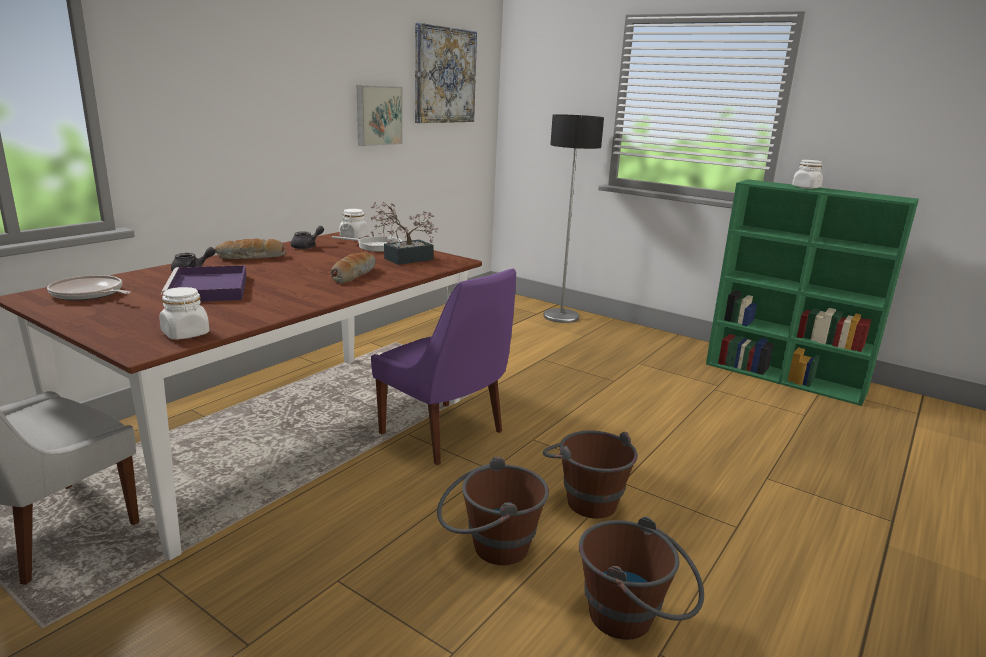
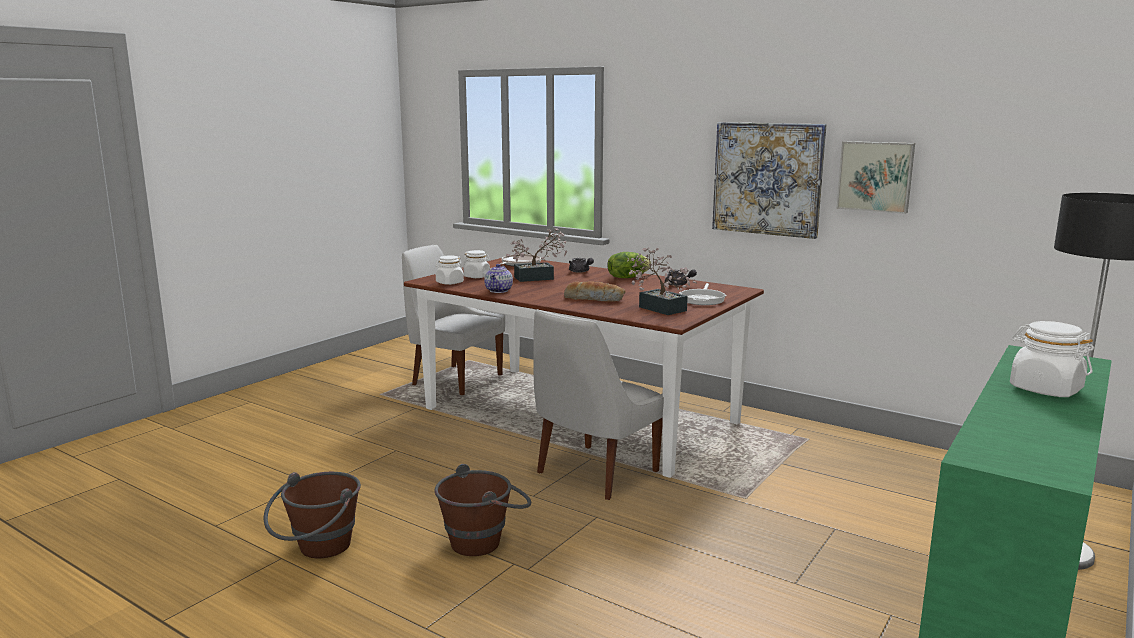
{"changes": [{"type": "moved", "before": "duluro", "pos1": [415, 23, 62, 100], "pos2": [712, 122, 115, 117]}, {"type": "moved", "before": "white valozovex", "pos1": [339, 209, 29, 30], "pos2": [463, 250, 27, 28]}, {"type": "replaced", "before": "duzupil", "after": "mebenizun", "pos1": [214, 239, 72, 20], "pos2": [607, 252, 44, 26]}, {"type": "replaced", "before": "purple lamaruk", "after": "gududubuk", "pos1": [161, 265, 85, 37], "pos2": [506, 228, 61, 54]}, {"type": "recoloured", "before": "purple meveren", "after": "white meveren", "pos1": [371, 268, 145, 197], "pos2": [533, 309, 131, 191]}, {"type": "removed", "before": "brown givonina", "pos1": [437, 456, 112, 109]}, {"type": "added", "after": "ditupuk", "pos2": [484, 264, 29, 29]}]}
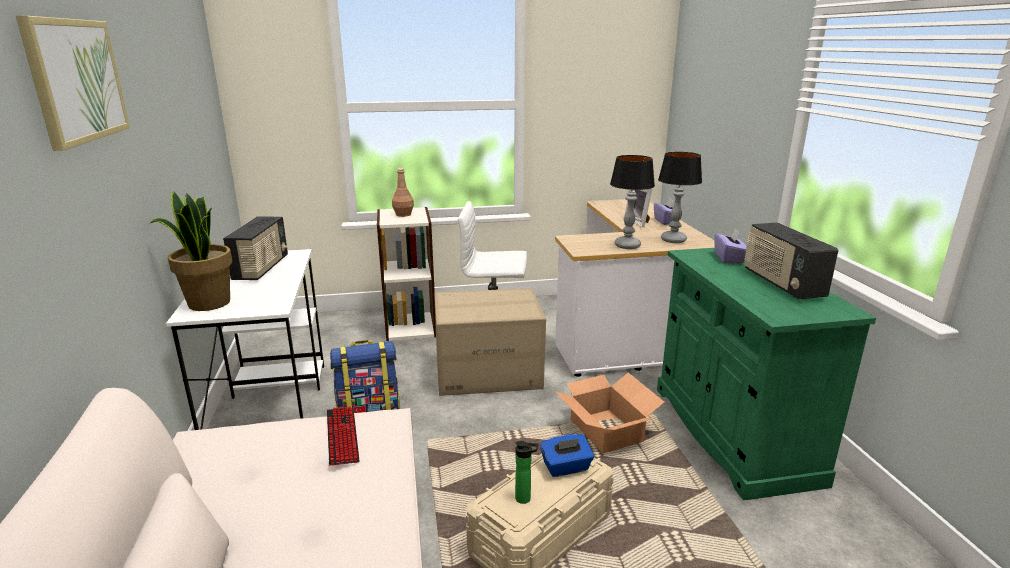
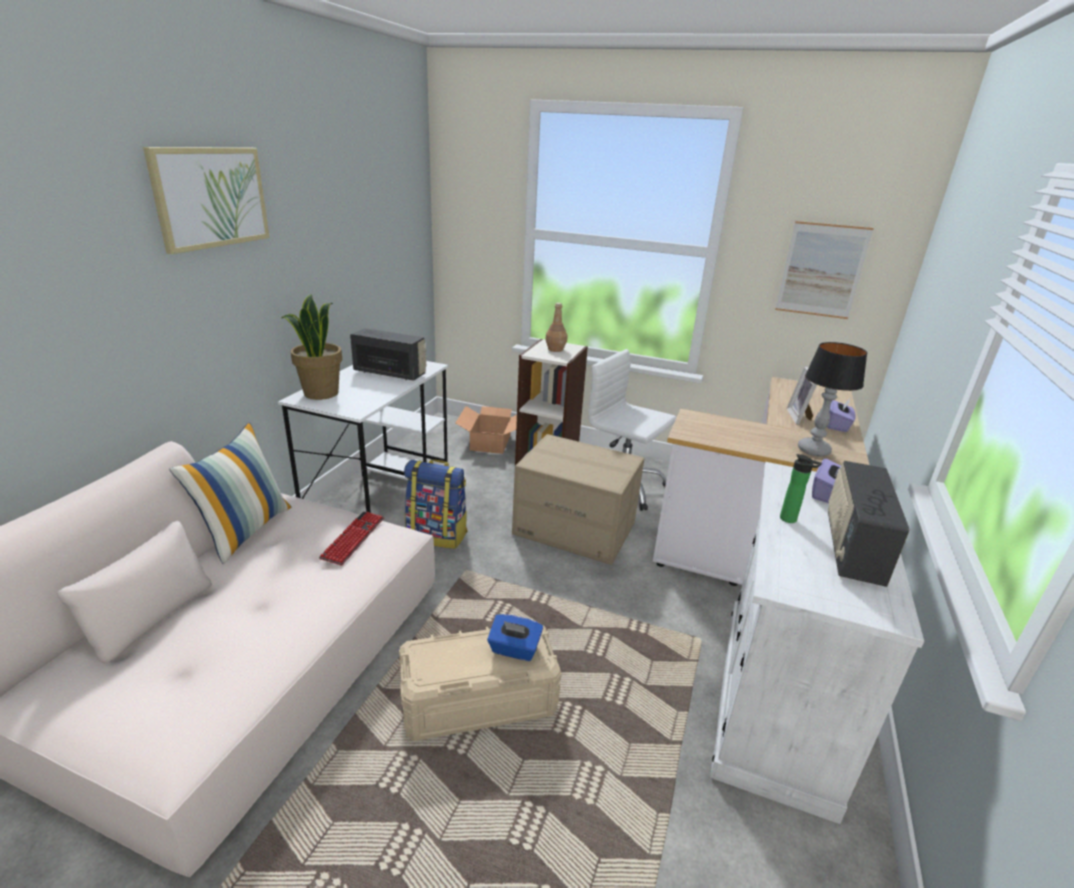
{"changes": [{"type": "removed", "before": "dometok", "pos1": [610, 155, 45, 94]}, {"type": "turned", "before": "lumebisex", "pos1": [223, 216, 65, 64], "pos2": [350, 328, 77, 53], "turn": -105}, {"type": "recoloured", "before": "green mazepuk", "after": "white mazepuk", "pos1": [657, 248, 219, 252], "pos2": [710, 462, 214, 362]}, {"type": "moved", "before": "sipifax", "pos1": [555, 373, 109, 81], "pos2": [456, 406, 61, 48]}, {"type": "moved", "before": "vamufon", "pos1": [515, 441, 23, 63], "pos2": [780, 454, 42, 69]}, {"type": "added", "after": "duluro", "pos2": [775, 221, 99, 98]}, {"type": "added", "after": "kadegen", "pos2": [170, 422, 121, 142]}]}
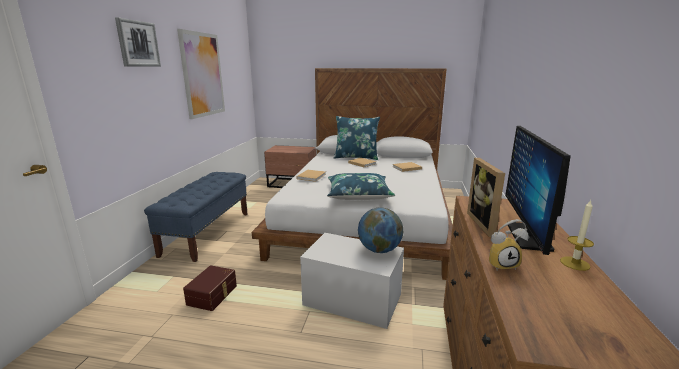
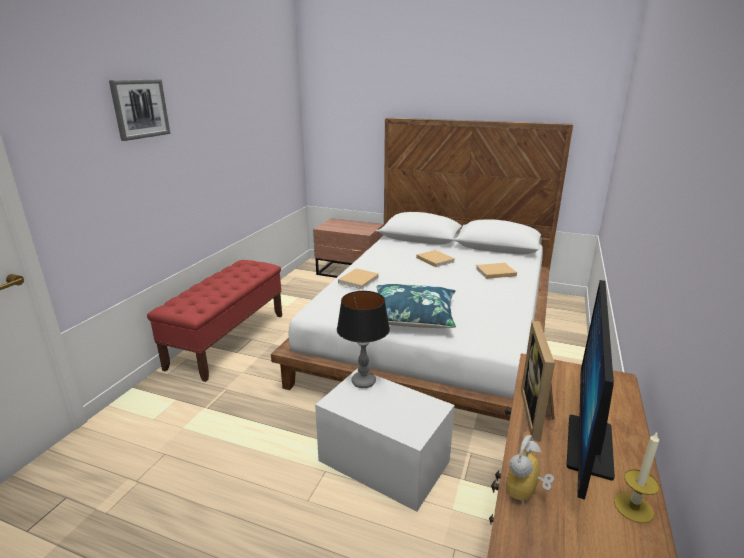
{"changes": [{"type": "removed", "before": "duluro", "pos1": [177, 29, 48, 90]}, {"type": "removed", "before": "blue kadegen", "pos1": [334, 116, 46, 44]}, {"type": "recoloured", "before": "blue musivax", "after": "red musivax", "pos1": [144, 172, 104, 90], "pos2": [147, 260, 135, 122]}, {"type": "removed", "before": "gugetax", "pos1": [358, 207, 45, 46]}, {"type": "turned", "before": "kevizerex", "pos1": [489, 219, 40, 52], "pos2": [506, 435, 48, 71], "turn": 120}, {"type": "removed", "before": "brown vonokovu", "pos1": [183, 265, 54, 46]}, {"type": "added", "after": "dometok", "pos2": [337, 291, 53, 97]}]}
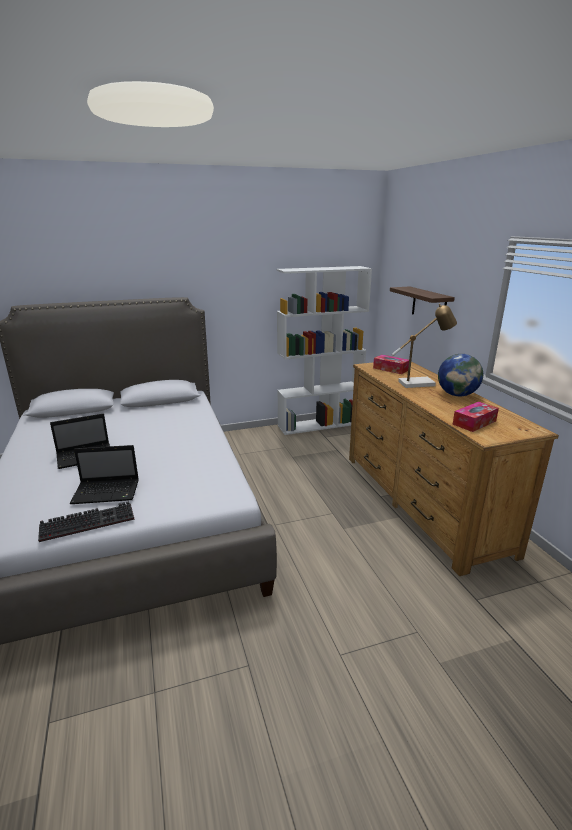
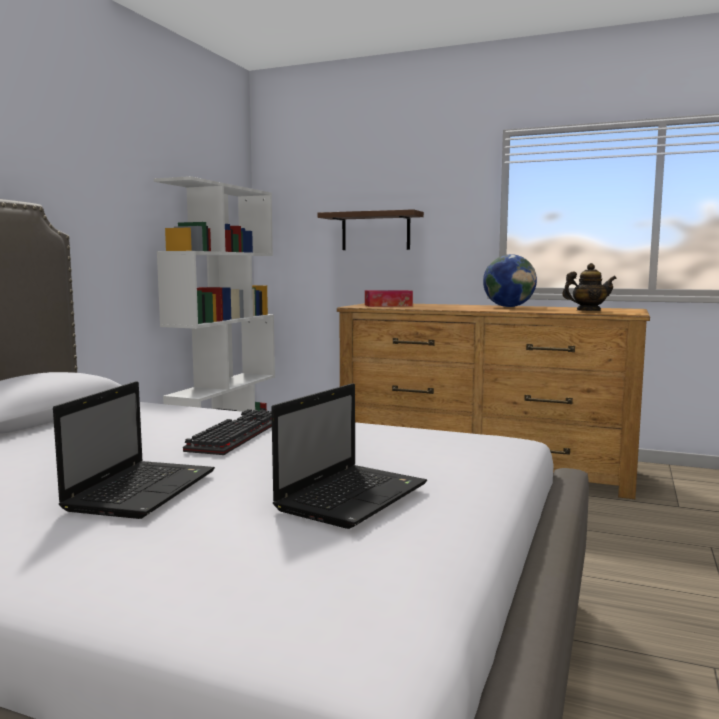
{"changes": [{"type": "removed", "before": "dometok", "pos1": [392, 304, 65, 84]}, {"type": "replaced", "before": "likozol", "after": "ditupuk", "pos1": [453, 402, 46, 30], "pos2": [562, 263, 55, 48]}, {"type": "moved", "before": "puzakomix", "pos1": [38, 501, 96, 41], "pos2": [183, 409, 89, 46]}]}
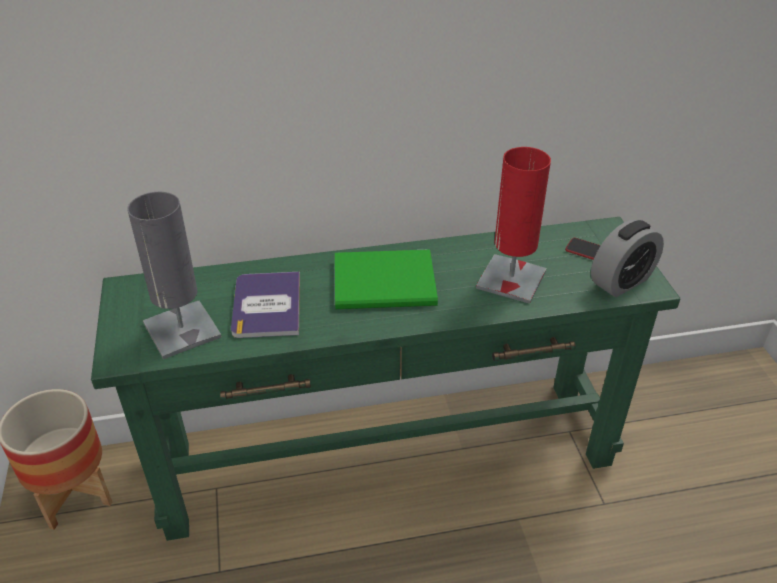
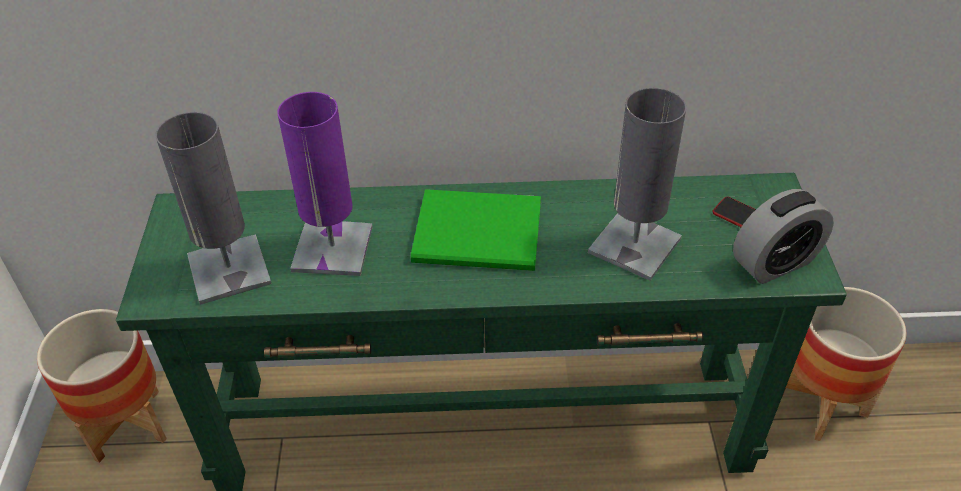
{"changes": [{"type": "recoloured", "before": "red dometok", "after": "grey dometok", "pos1": [476, 147, 75, 157], "pos2": [588, 88, 98, 193]}, {"type": "replaced", "before": "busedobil", "after": "purple dometok", "pos1": [231, 272, 69, 66], "pos2": [277, 92, 96, 184]}, {"type": "added", "after": "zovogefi", "pos2": [783, 287, 124, 154]}]}
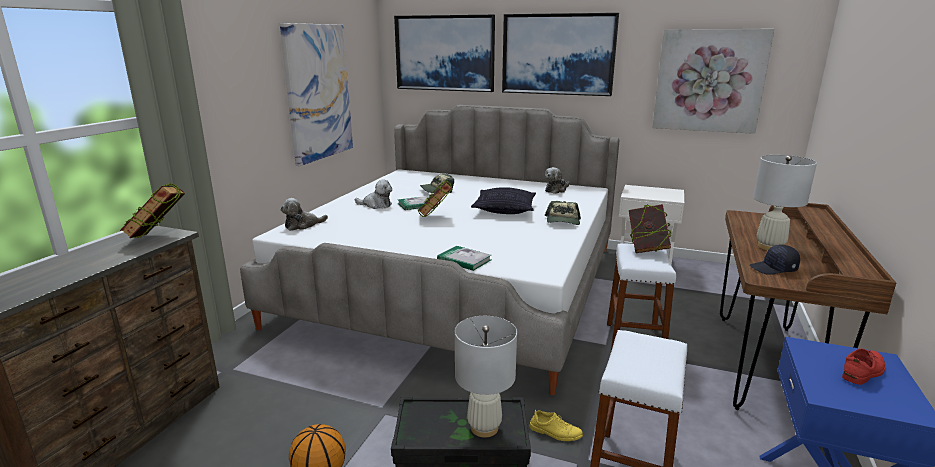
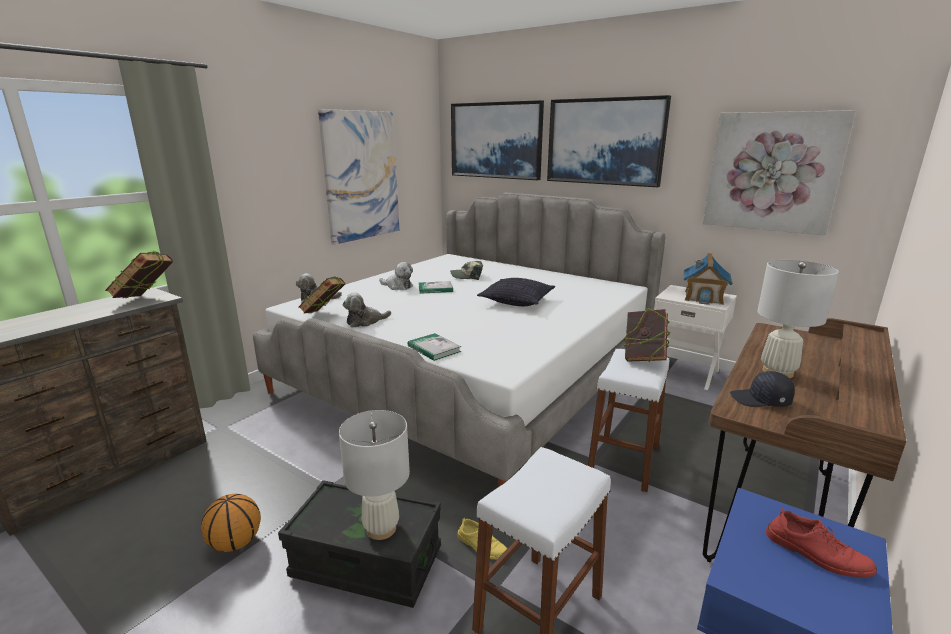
{"changes": [{"type": "moved", "before": "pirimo", "pos1": [545, 167, 25, 27], "pos2": [343, 292, 48, 36]}, {"type": "moved", "before": "busedobil", "pos1": [418, 180, 34, 37], "pos2": [298, 276, 48, 38]}, {"type": "removed", "before": "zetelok", "pos1": [545, 201, 36, 24]}, {"type": "turned", "before": "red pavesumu", "pos1": [842, 348, 43, 37], "pos2": [766, 508, 111, 70], "turn": 60}, {"type": "added", "after": "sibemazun", "pos2": [683, 253, 50, 52]}]}
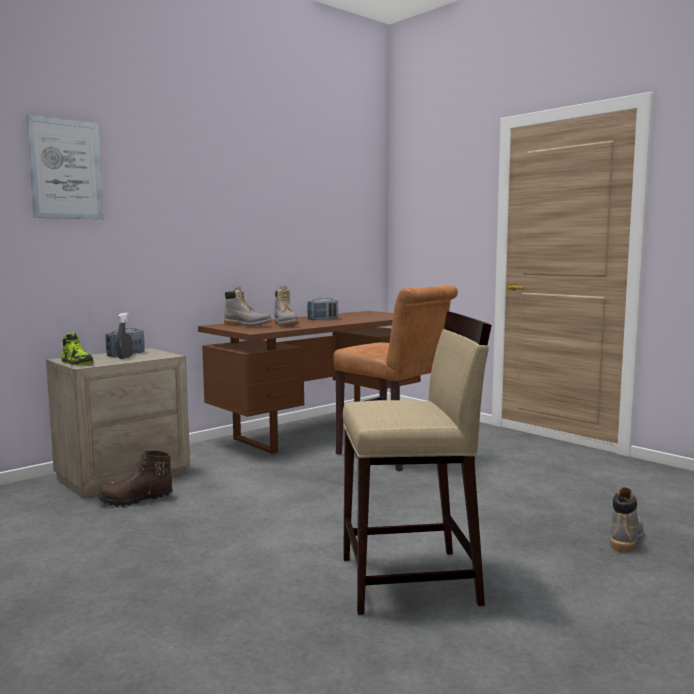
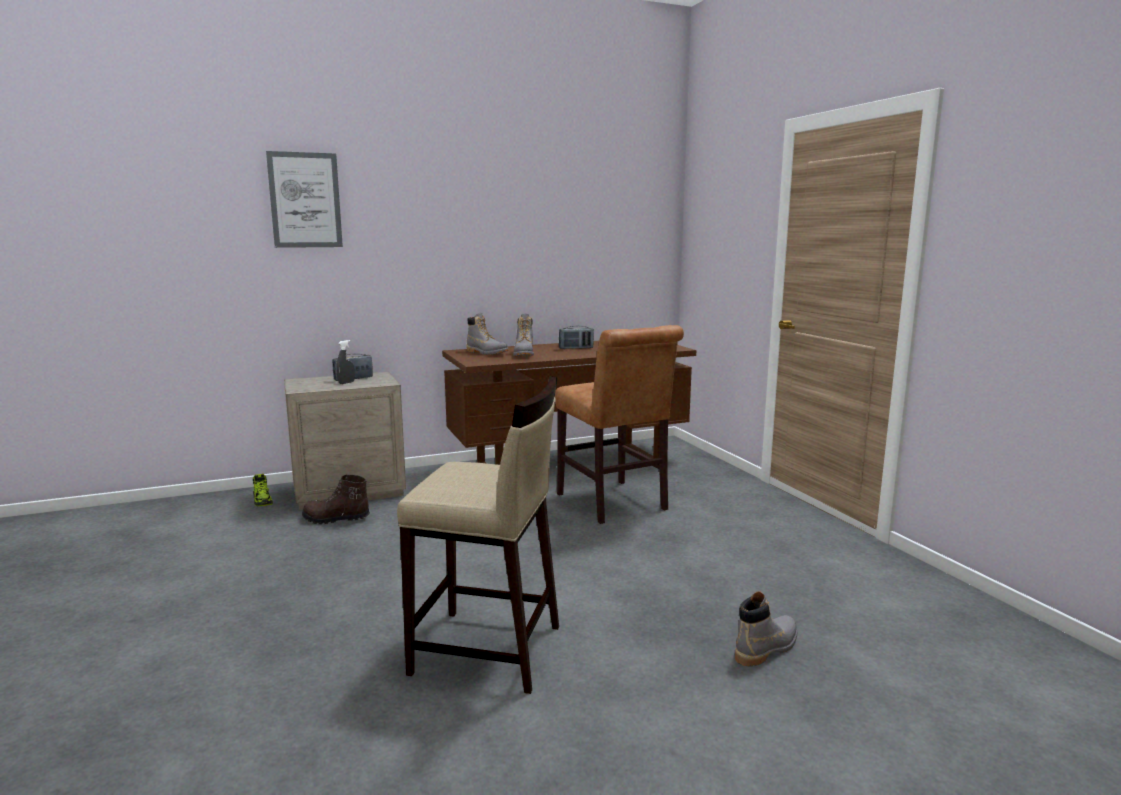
{"changes": [{"type": "moved", "before": "pavesumu", "pos1": [61, 333, 33, 32], "pos2": [253, 474, 20, 32]}]}
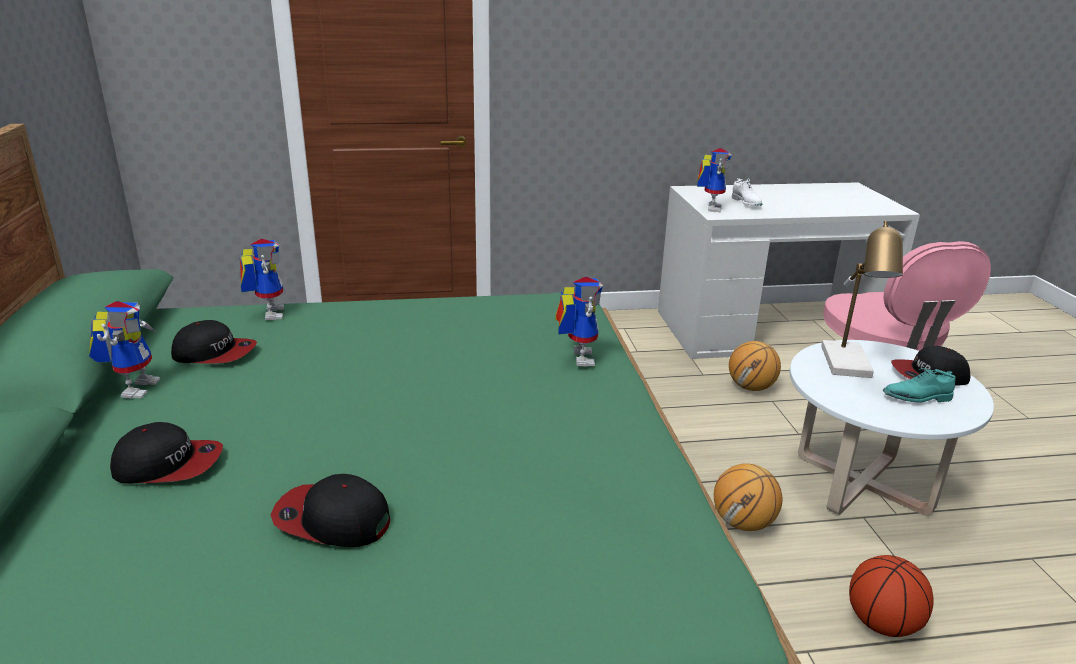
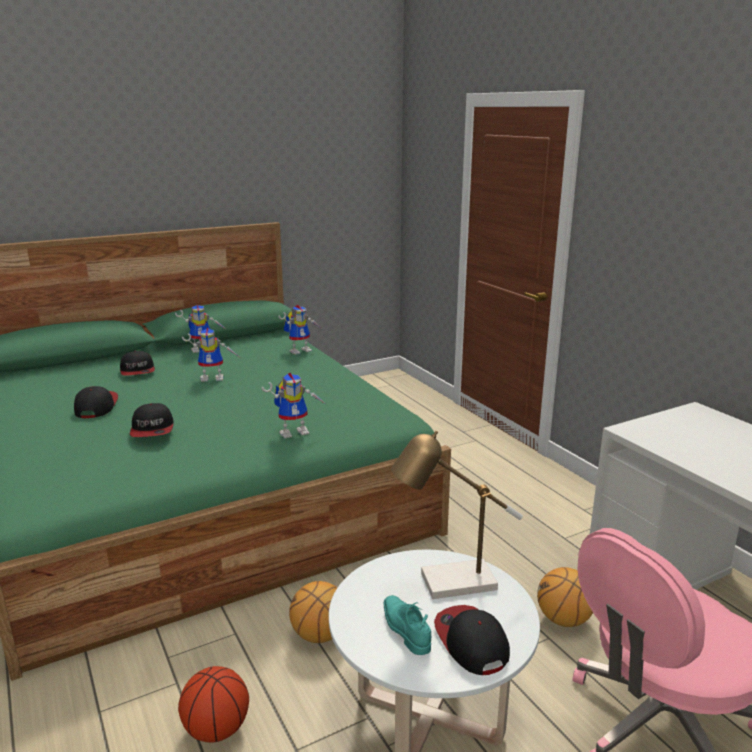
{"changes": [{"type": "moved", "before": "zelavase", "pos1": [697, 148, 35, 65], "pos2": [182, 328, 57, 54]}, {"type": "removed", "before": "white pavesumu", "pos1": [732, 178, 30, 28]}, {"type": "moved", "before": "zetelok", "pos1": [171, 320, 86, 44], "pos2": [130, 403, 44, 34]}]}
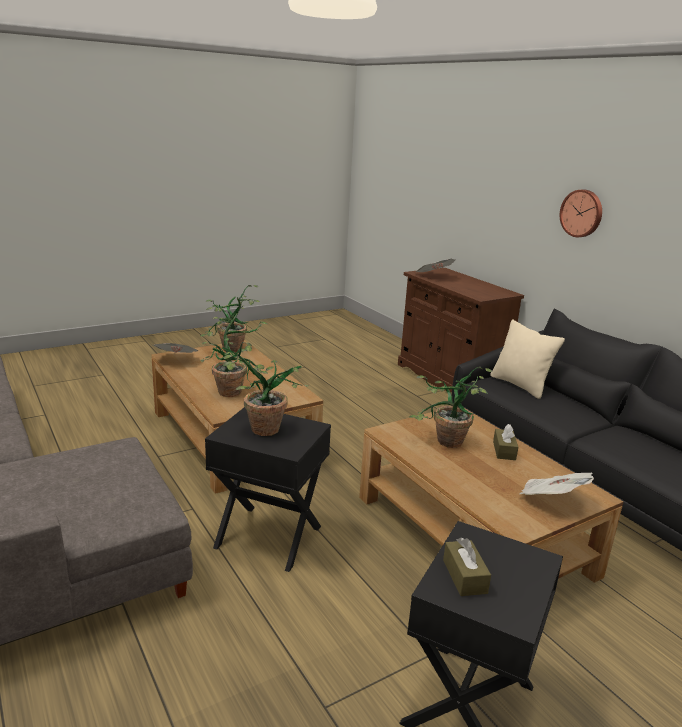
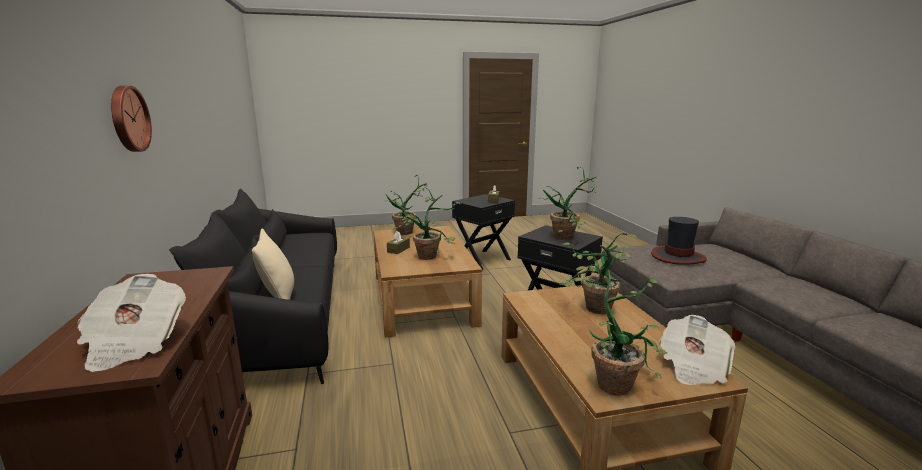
{"changes": [{"type": "replaced", "before": "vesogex", "after": "gududubuk", "pos1": [519, 473, 75, 22], "pos2": [384, 175, 44, 60]}, {"type": "added", "after": "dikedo", "pos2": [651, 217, 56, 48]}]}
